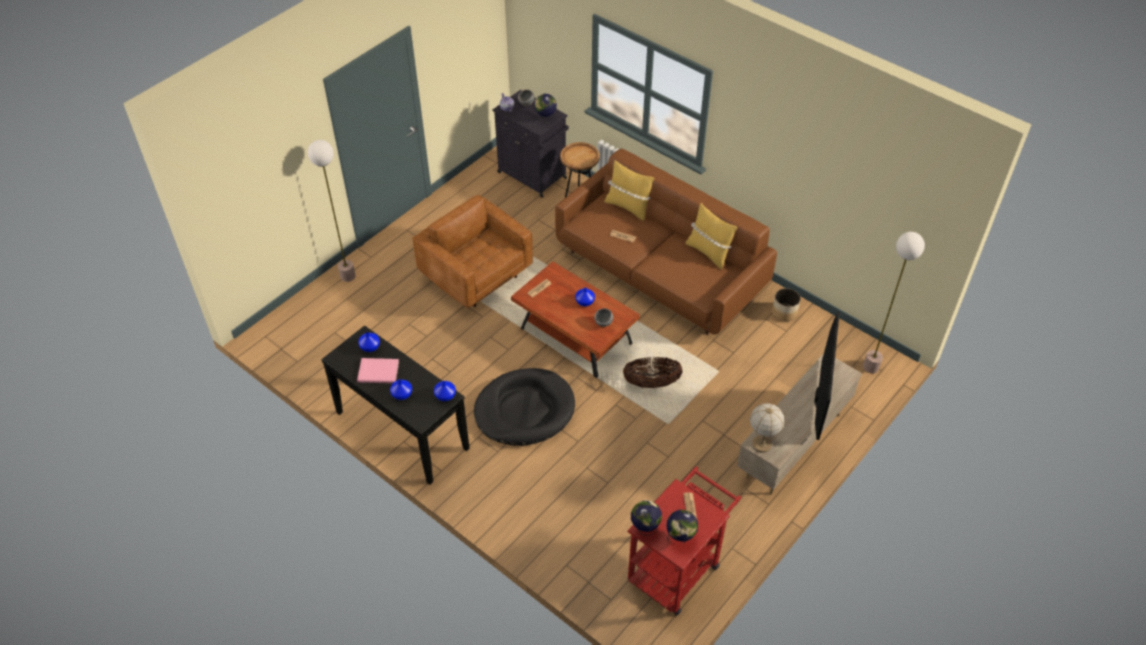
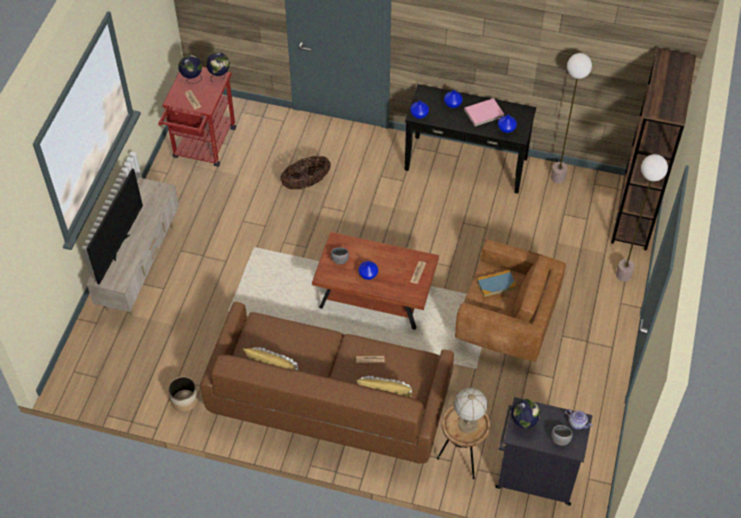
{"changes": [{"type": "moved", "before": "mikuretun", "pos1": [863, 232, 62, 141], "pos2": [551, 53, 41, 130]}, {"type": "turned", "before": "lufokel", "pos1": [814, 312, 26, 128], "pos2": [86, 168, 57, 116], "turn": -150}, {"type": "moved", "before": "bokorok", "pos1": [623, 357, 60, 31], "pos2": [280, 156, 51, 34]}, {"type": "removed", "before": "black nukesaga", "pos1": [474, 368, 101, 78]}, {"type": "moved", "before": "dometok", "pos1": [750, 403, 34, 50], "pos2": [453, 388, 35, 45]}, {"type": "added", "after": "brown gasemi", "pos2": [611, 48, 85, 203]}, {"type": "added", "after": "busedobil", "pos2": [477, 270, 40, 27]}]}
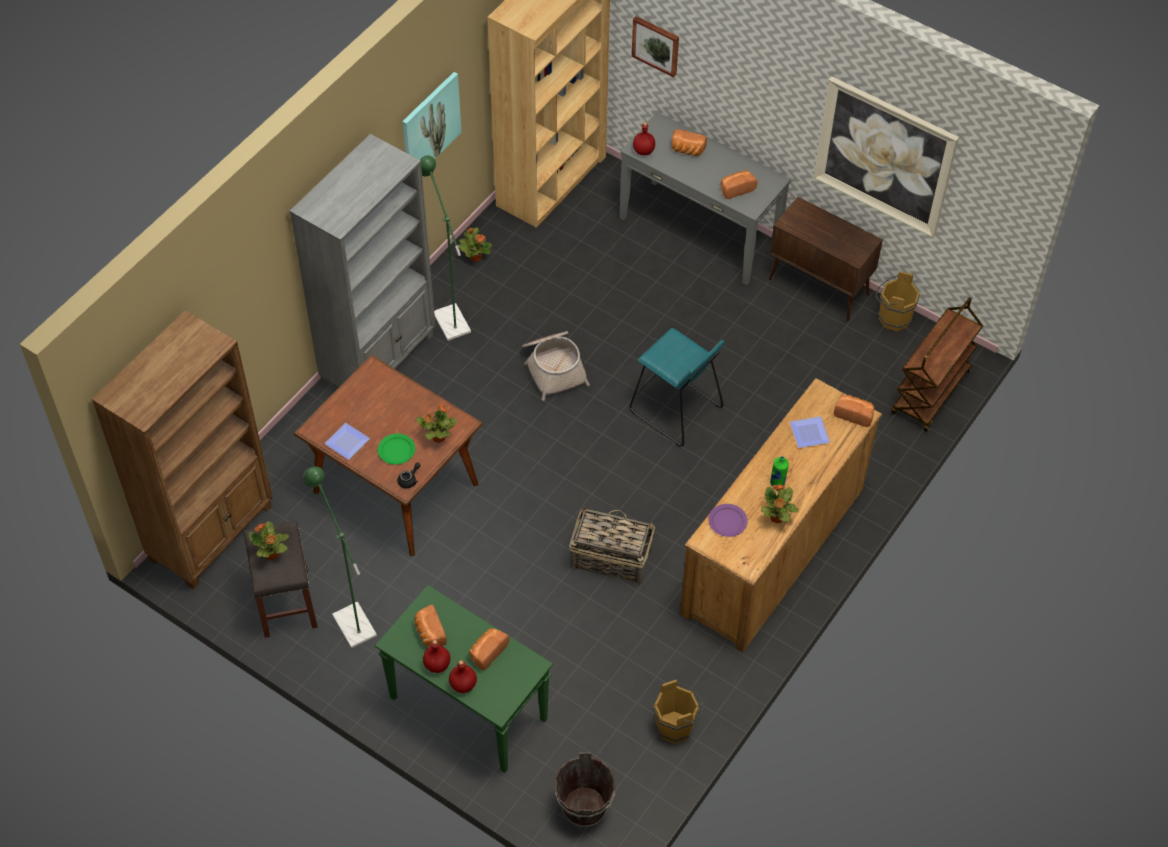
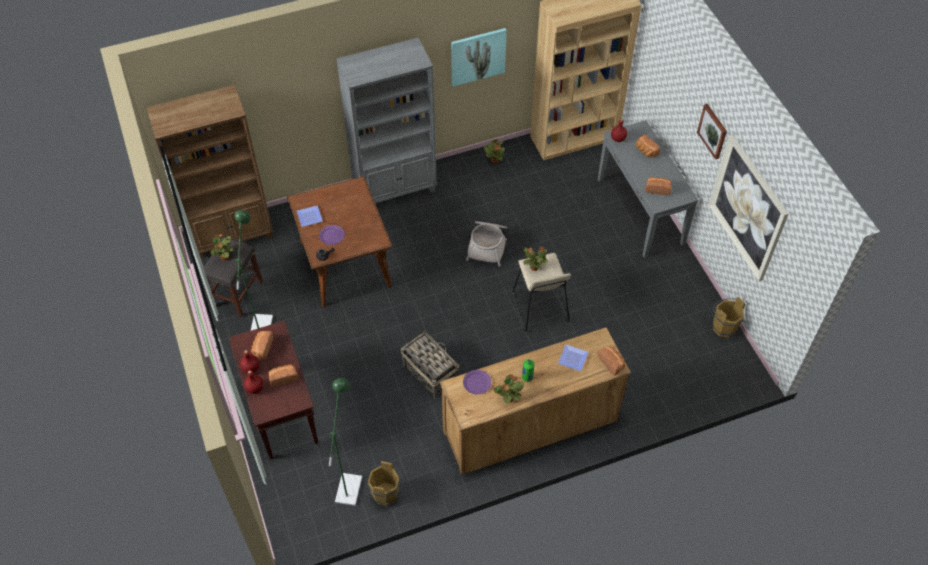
{"changes": [{"type": "moved", "before": "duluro", "pos1": [632, 16, 47, 61], "pos2": [697, 104, 30, 56]}, {"type": "moved", "before": "green mikuretun", "pos1": [420, 155, 51, 186], "pos2": [329, 378, 33, 128]}, {"type": "removed", "before": "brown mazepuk", "pos1": [769, 197, 114, 124]}, {"type": "removed", "before": "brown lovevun", "pos1": [891, 297, 92, 135]}, {"type": "recoloured", "before": "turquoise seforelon", "after": "beige seforelon", "pos1": [630, 328, 95, 118], "pos2": [512, 253, 59, 78]}, {"type": "moved", "before": "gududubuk", "pos1": [416, 405, 41, 38], "pos2": [523, 246, 25, 25]}, {"type": "recoloured", "before": "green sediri", "after": "purple sediri", "pos1": [378, 434, 37, 31], "pos2": [319, 225, 26, 20]}, {"type": "recoloured", "before": "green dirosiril", "after": "brown dirosiril", "pos1": [375, 585, 178, 188], "pos2": [229, 320, 89, 139]}, {"type": "removed", "before": "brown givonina", "pos1": [555, 753, 60, 74]}]}
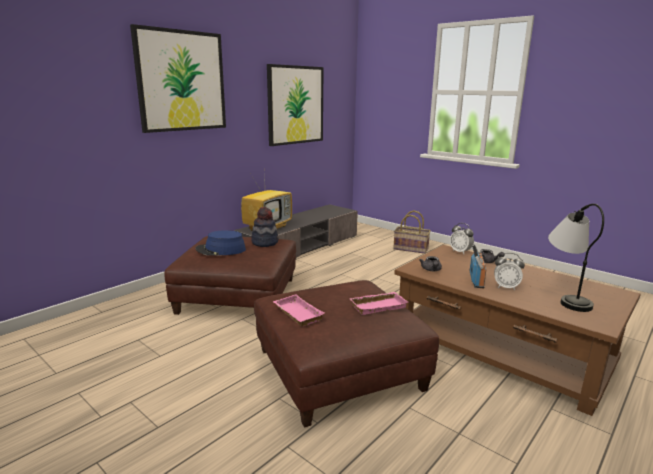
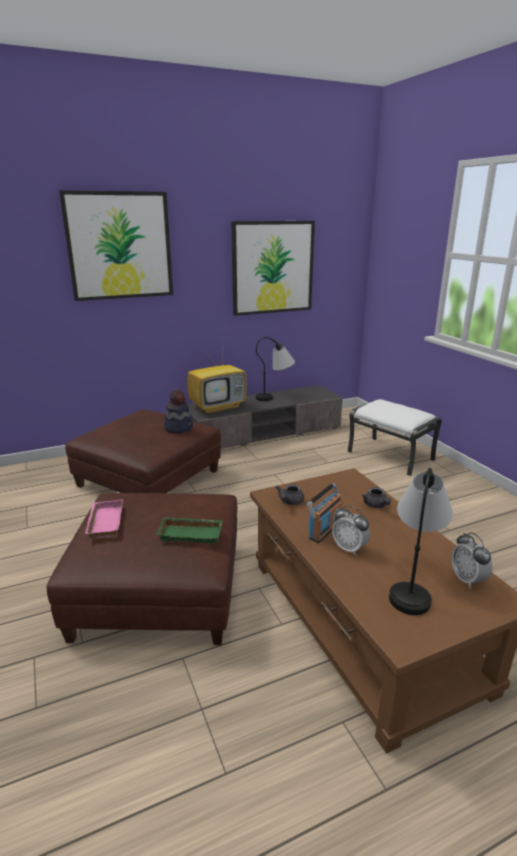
{"changes": [{"type": "replaced", "before": "bokorok", "after": "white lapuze", "pos1": [393, 210, 38, 44], "pos2": [347, 399, 95, 77]}, {"type": "moved", "before": "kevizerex", "pos1": [450, 223, 24, 31], "pos2": [451, 532, 41, 56]}, {"type": "removed", "before": "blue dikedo", "pos1": [195, 230, 51, 26]}, {"type": "recoloured", "before": "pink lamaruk", "after": "green lamaruk", "pos1": [349, 292, 59, 23], "pos2": [156, 517, 66, 26]}, {"type": "added", "after": "dometok", "pos2": [256, 337, 39, 64]}]}
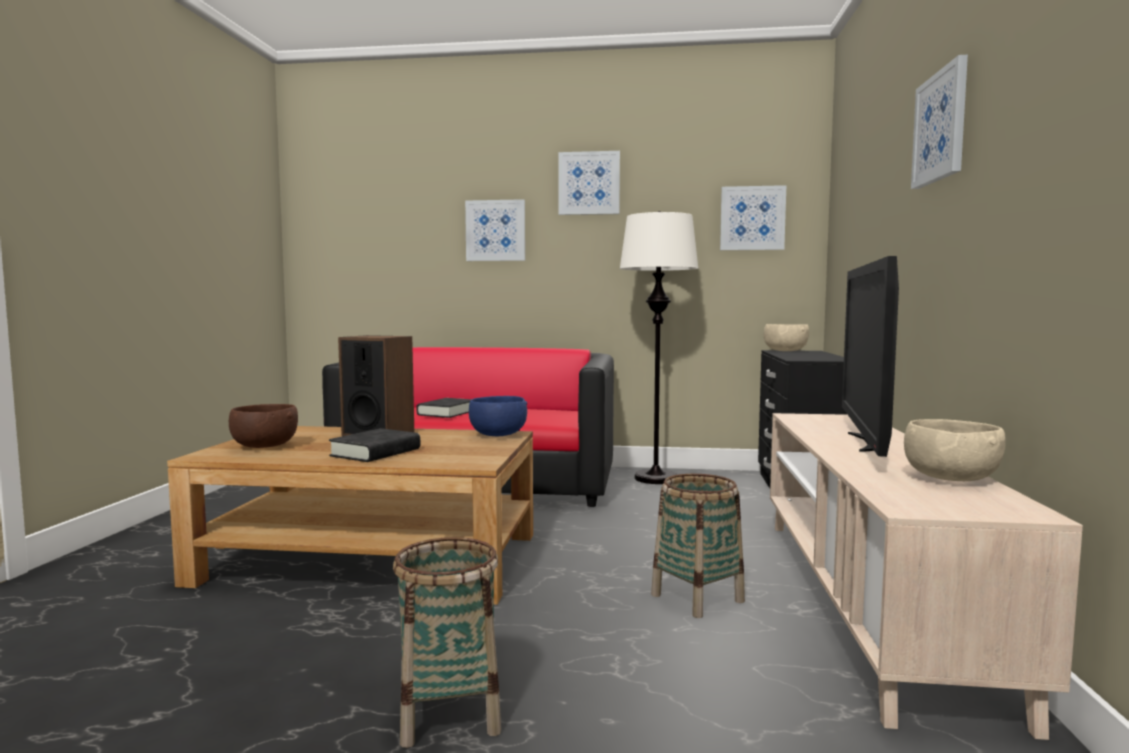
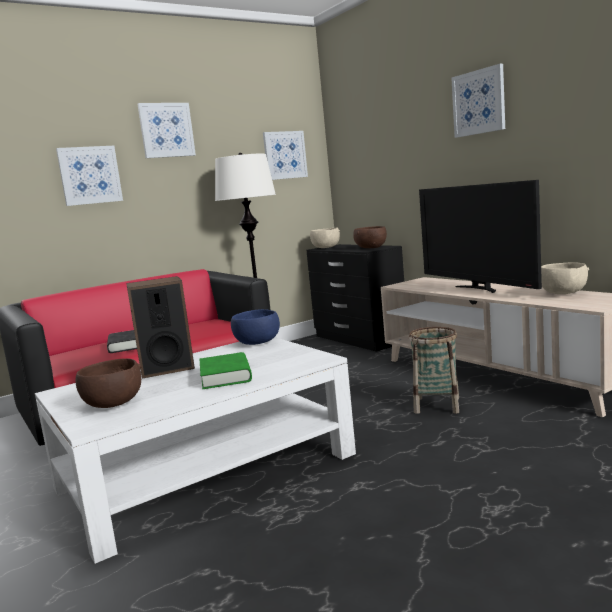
{"changes": [{"type": "recoloured", "before": "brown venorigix", "after": "white venorigix", "pos1": [167, 426, 366, 179], "pos2": [35, 337, 321, 227]}, {"type": "recoloured", "before": "black busedobil", "after": "green busedobil", "pos1": [329, 428, 91, 34], "pos2": [200, 352, 52, 37]}, {"type": "removed", "before": "bokorok", "pos1": [393, 537, 108, 211]}, {"type": "added", "after": "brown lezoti", "pos2": [353, 226, 34, 22]}]}
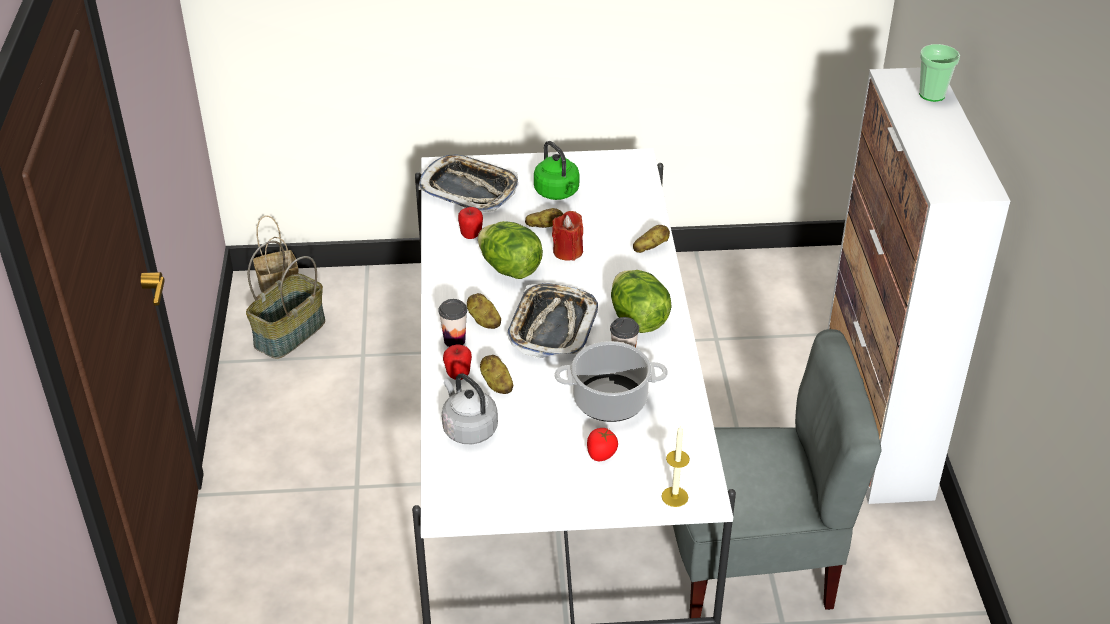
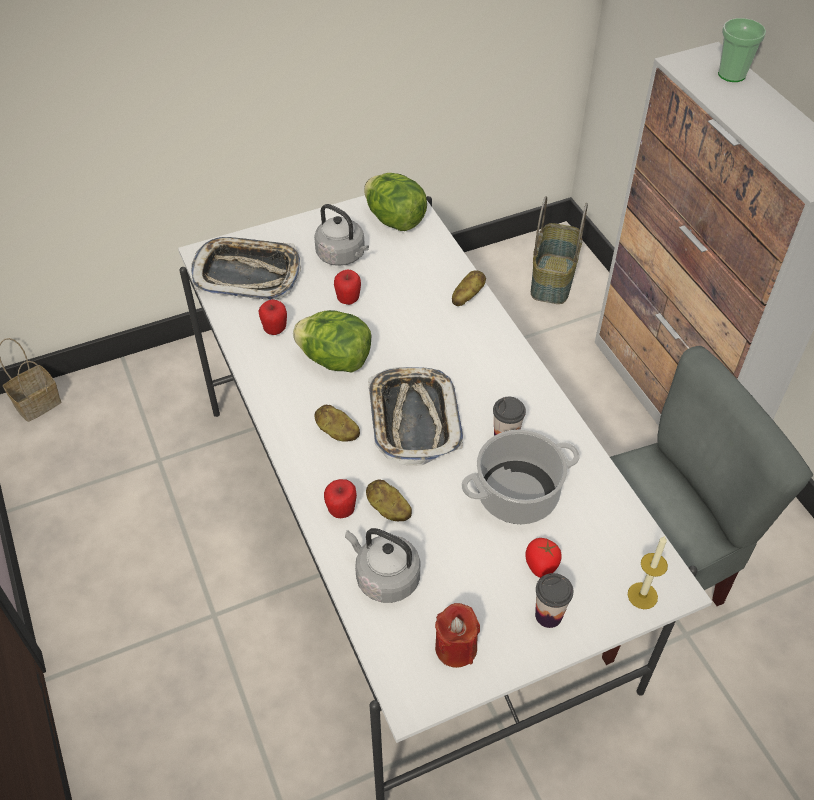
{"changes": [{"type": "recoloured", "before": "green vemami", "after": "grey vemami", "pos1": [534, 141, 45, 59], "pos2": [314, 204, 55, 62]}, {"type": "replaced", "before": "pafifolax", "after": "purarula", "pos1": [525, 208, 38, 20], "pos2": [334, 269, 27, 36]}, {"type": "moved", "before": "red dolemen", "pos1": [552, 211, 31, 50], "pos2": [435, 603, 45, 65]}, {"type": "moved", "before": "bokorok", "pos1": [246, 241, 79, 118], "pos2": [531, 196, 57, 108]}, {"type": "moved", "before": "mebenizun", "pos1": [611, 270, 61, 63], "pos2": [364, 173, 63, 58]}, {"type": "moved", "before": "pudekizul", "pos1": [439, 299, 28, 48], "pos2": [535, 573, 38, 55]}]}
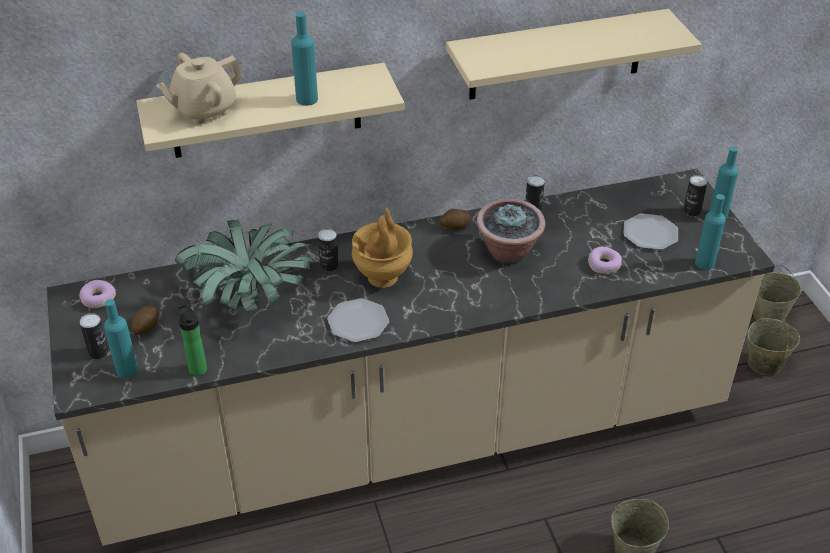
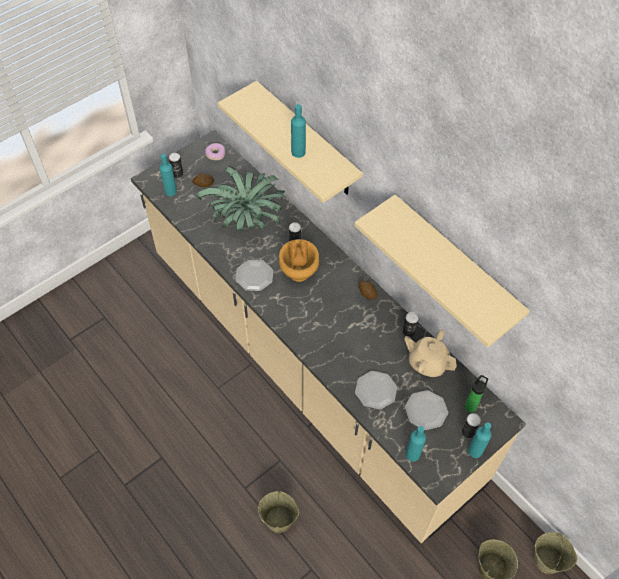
{"changes": [{"type": "moved", "before": "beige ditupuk", "pos1": [156, 53, 87, 71], "pos2": [405, 330, 52, 47]}, {"type": "removed", "before": "gududubuk", "pos1": [477, 198, 68, 65]}, {"type": "replaced", "before": "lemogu", "after": "sediri", "pos1": [588, 247, 34, 27], "pos2": [355, 371, 42, 39]}, {"type": "moved", "before": "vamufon", "pos1": [175, 304, 32, 72], "pos2": [465, 375, 23, 38]}]}
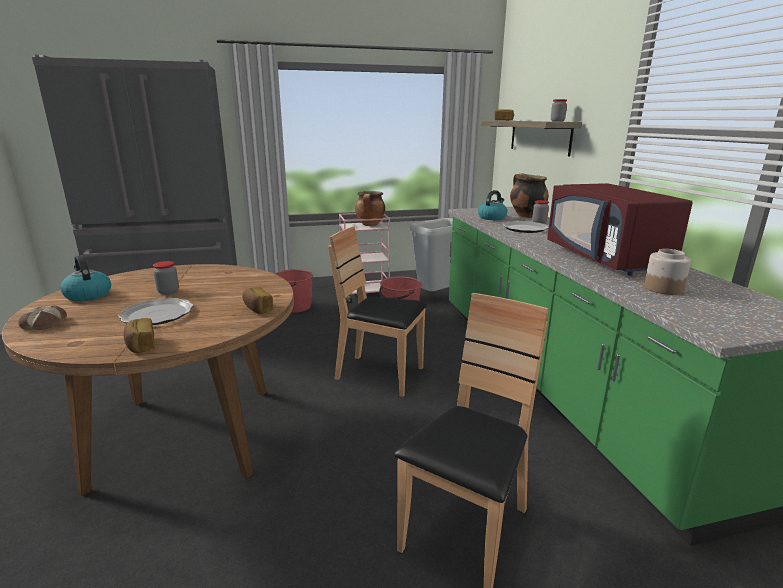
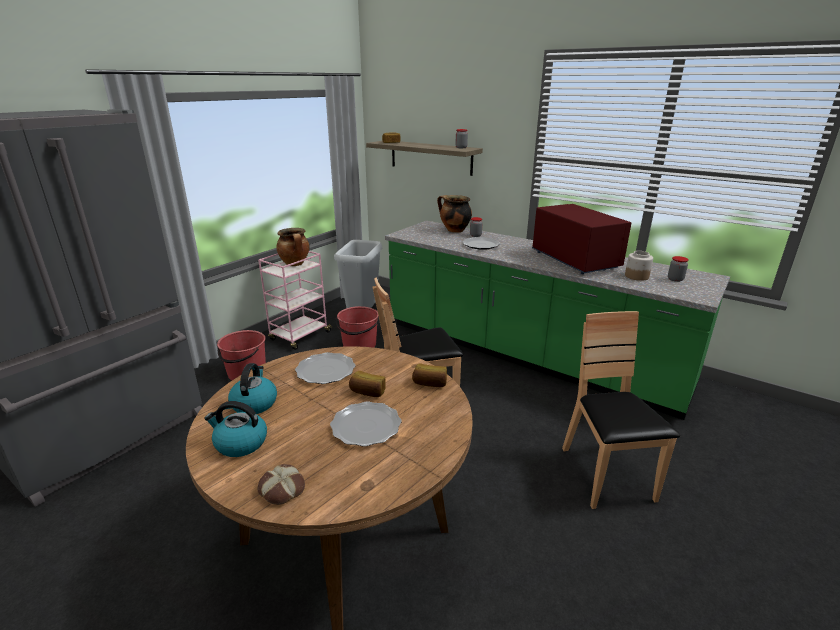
{"changes": [{"type": "turned", "before": "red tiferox", "pos1": [547, 183, 146, 93], "pos2": [532, 204, 100, 70], "turn": -150}, {"type": "moved", "before": "vemami", "pos1": [478, 190, 30, 30], "pos2": [228, 363, 49, 51]}, {"type": "moved", "before": "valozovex", "pos1": [153, 261, 26, 34], "pos2": [668, 256, 21, 26]}, {"type": "moved", "before": "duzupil", "pos1": [124, 318, 31, 35], "pos2": [349, 371, 36, 26]}, {"type": "added", "after": "sediri", "pos2": [295, 352, 61, 32]}]}
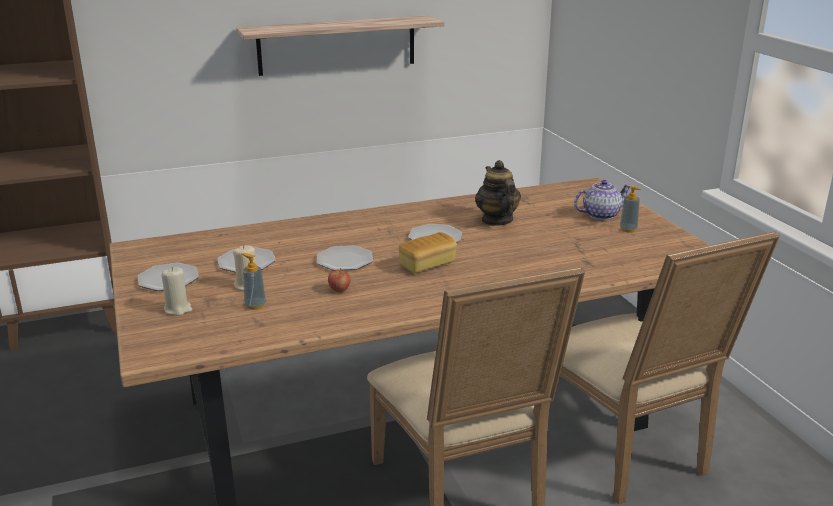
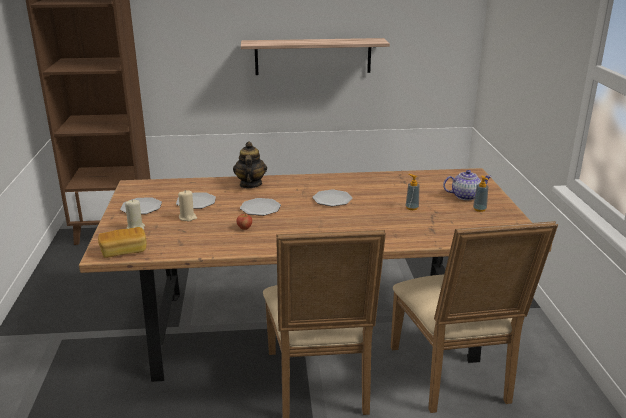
{"changes": [{"type": "moved", "before": "ditupuk", "pos1": [475, 160, 46, 66], "pos2": [233, 142, 34, 46]}, {"type": "moved", "before": "duzupil", "pos1": [399, 232, 58, 41], "pos2": [98, 227, 48, 31]}, {"type": "moved", "before": "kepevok", "pos1": [242, 253, 24, 57], "pos2": [406, 174, 13, 36]}]}
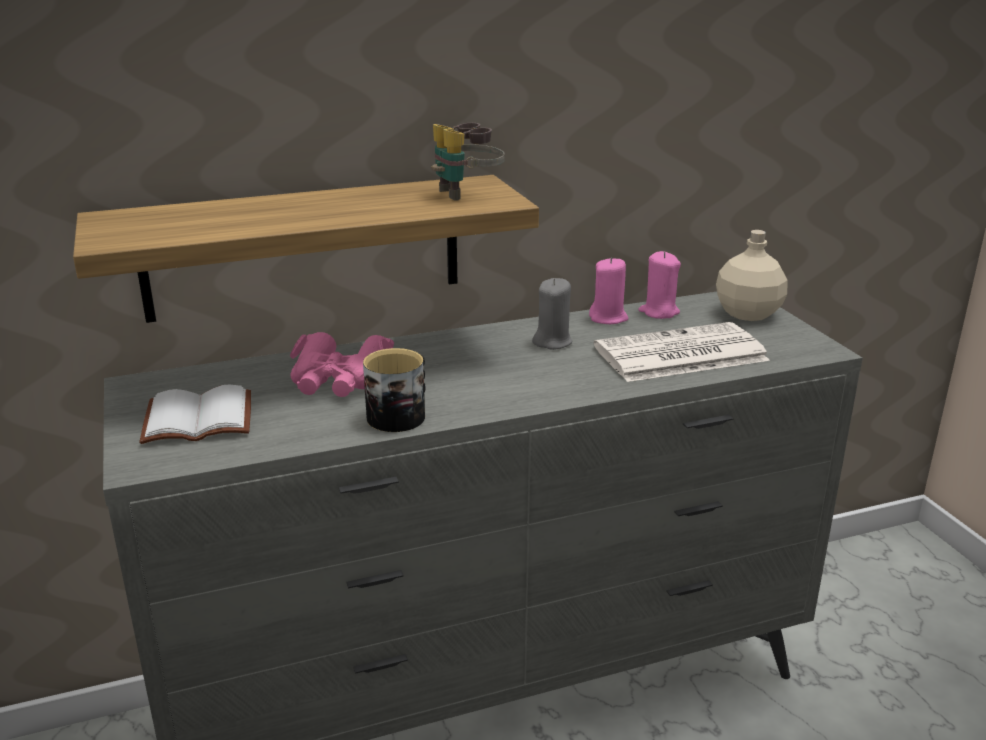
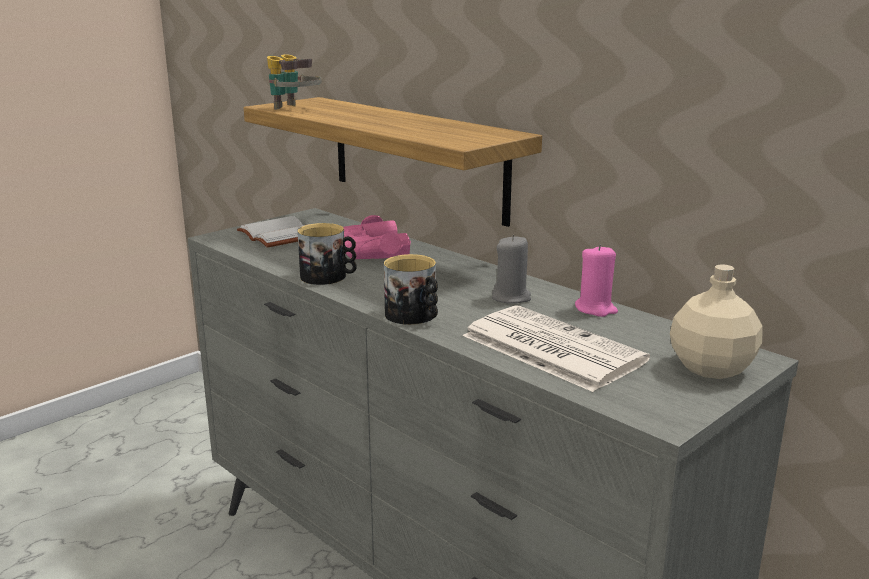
{"changes": [{"type": "moved", "before": "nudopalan", "pos1": [431, 123, 74, 78], "pos2": [267, 54, 55, 56]}, {"type": "removed", "before": "pink dolemen", "pos1": [638, 251, 43, 68]}, {"type": "added", "after": "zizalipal", "pos2": [384, 254, 54, 71]}]}
